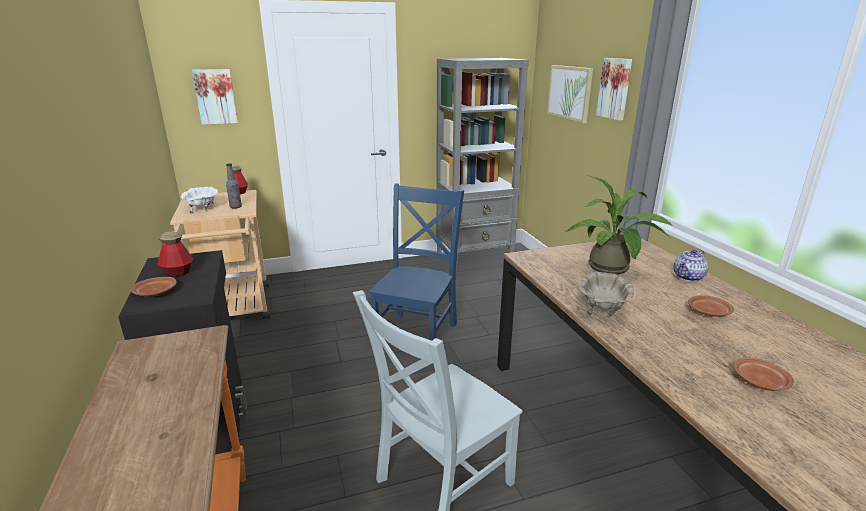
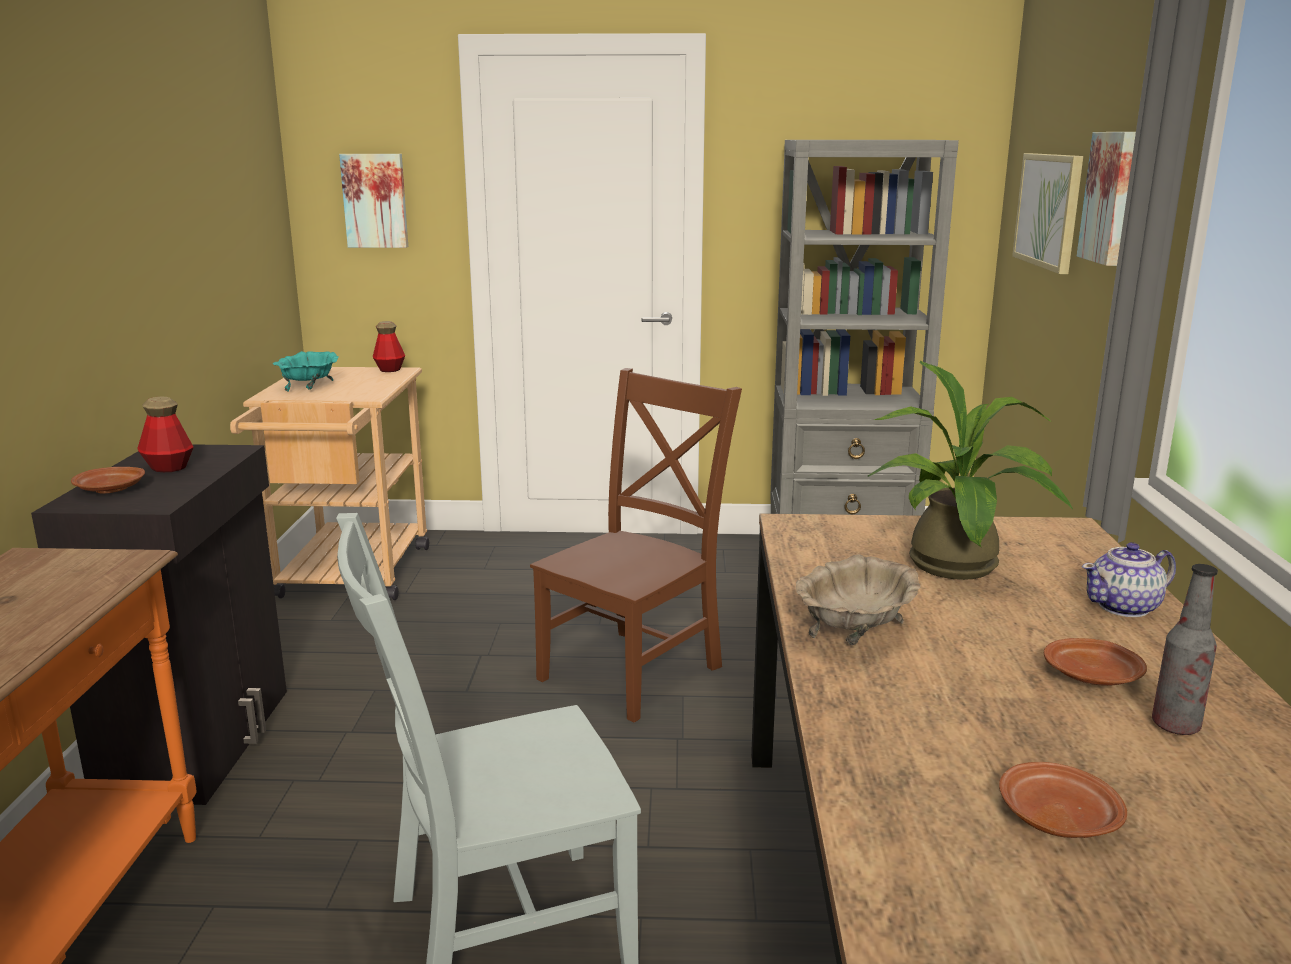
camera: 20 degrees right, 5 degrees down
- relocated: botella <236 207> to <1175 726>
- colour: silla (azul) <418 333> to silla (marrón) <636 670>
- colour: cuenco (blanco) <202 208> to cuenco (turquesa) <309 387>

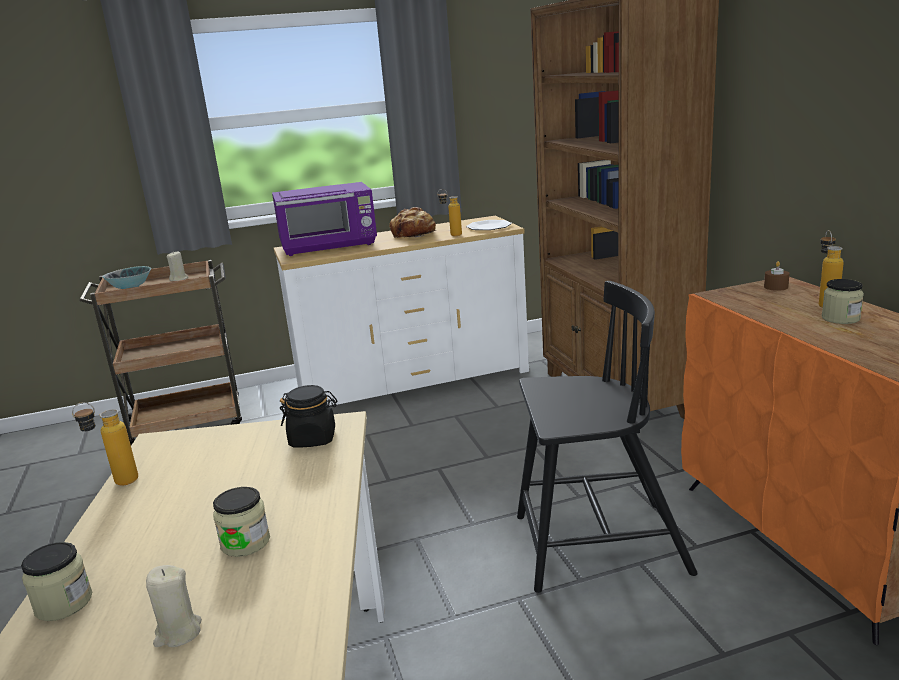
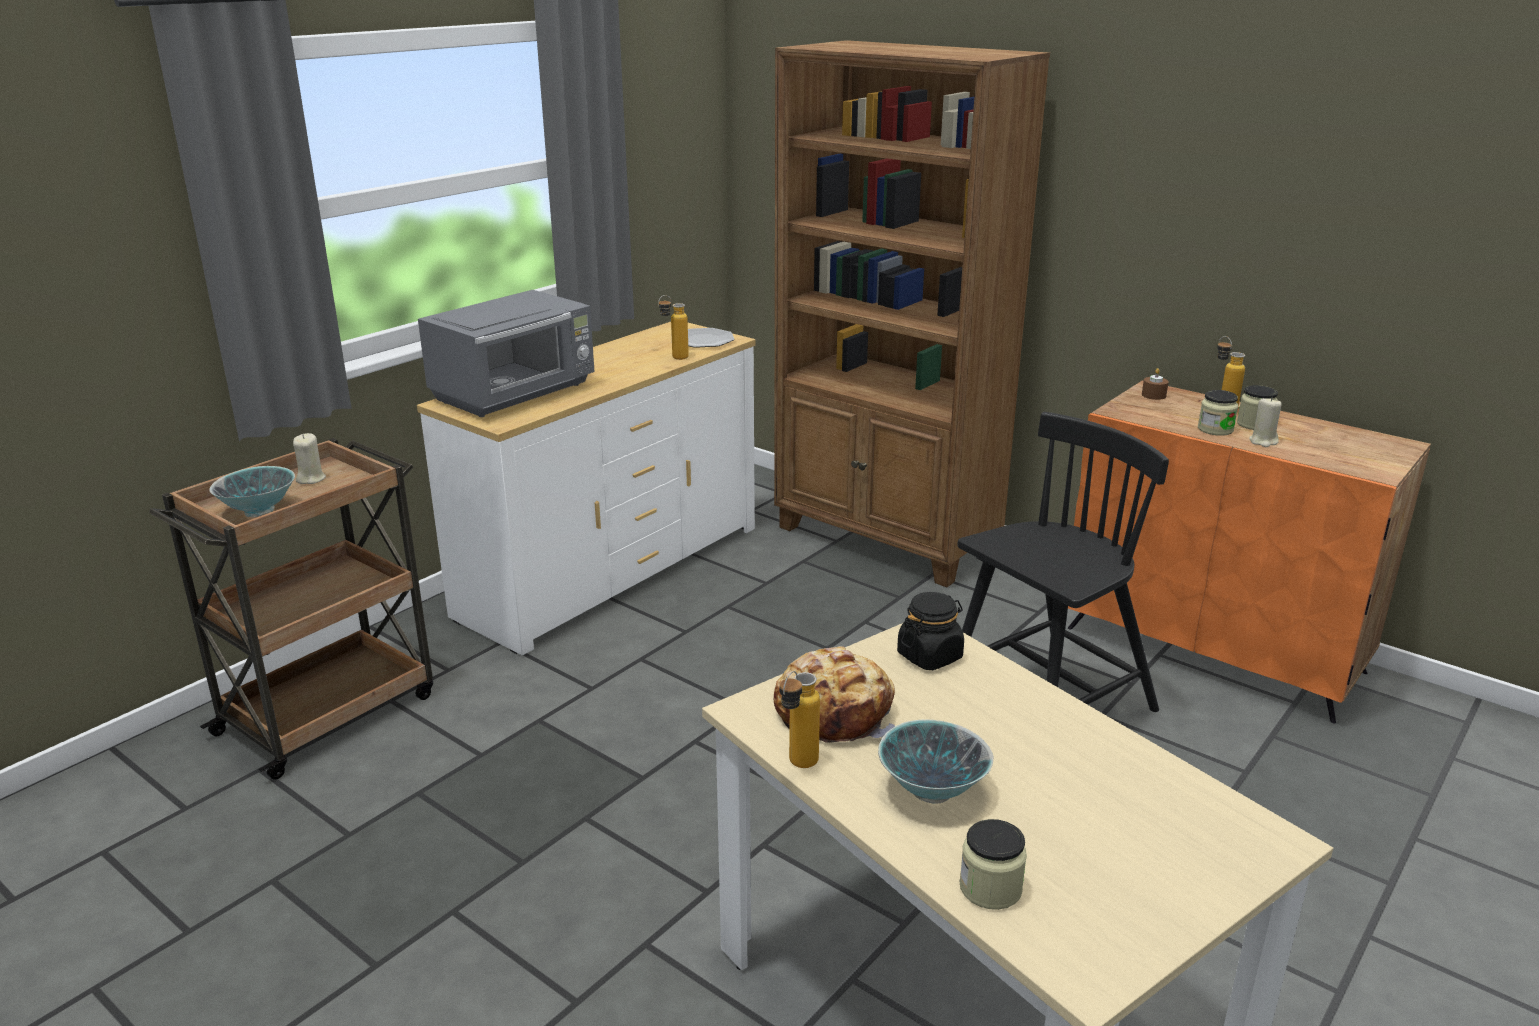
camera: 35 degrees left, 5 degrees up
- colour: microondas (morado) <329 246> to microondas (gris) <516 393>
- relocated: pan <414 234> to <835 712>
- relocated: tarro <245 542> to <1215 429>
- relocated: vela (beis) <178 632> to <1263 441>
- appeared: cuenco <931 792>

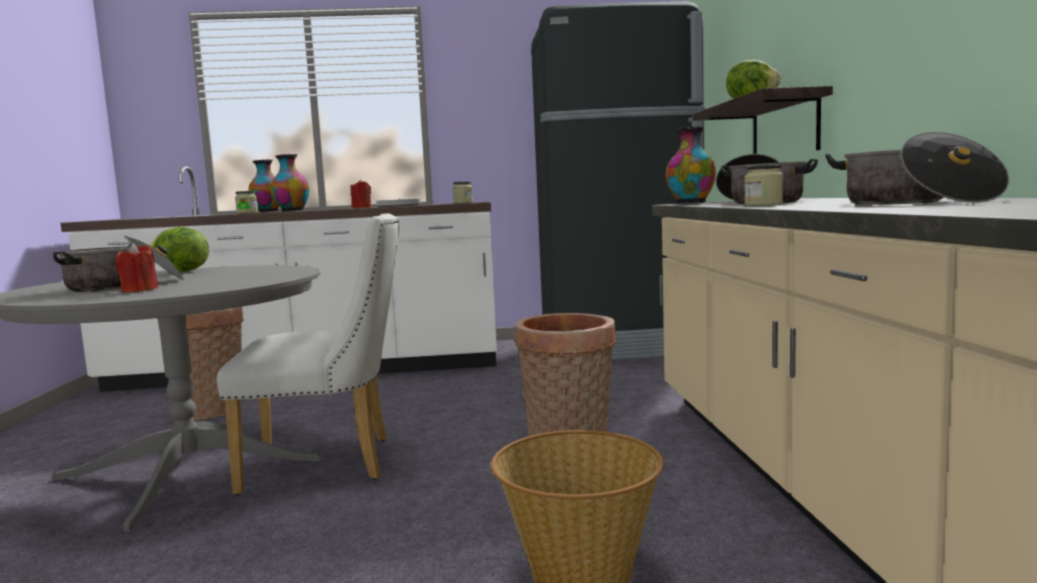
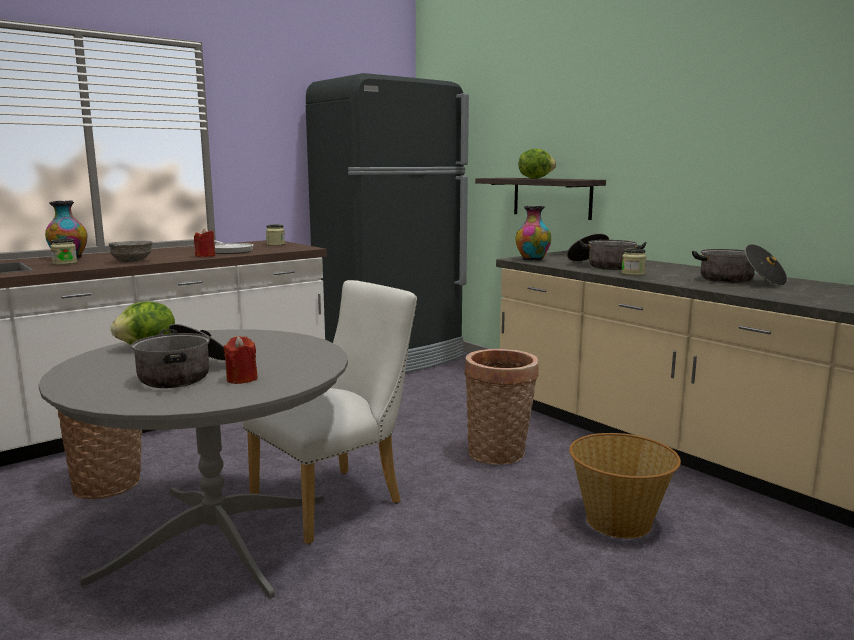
camera: 35 degrees left, 5 degrees up
- exchanged: florero <292 211> to cuenco (gris) <132 261>

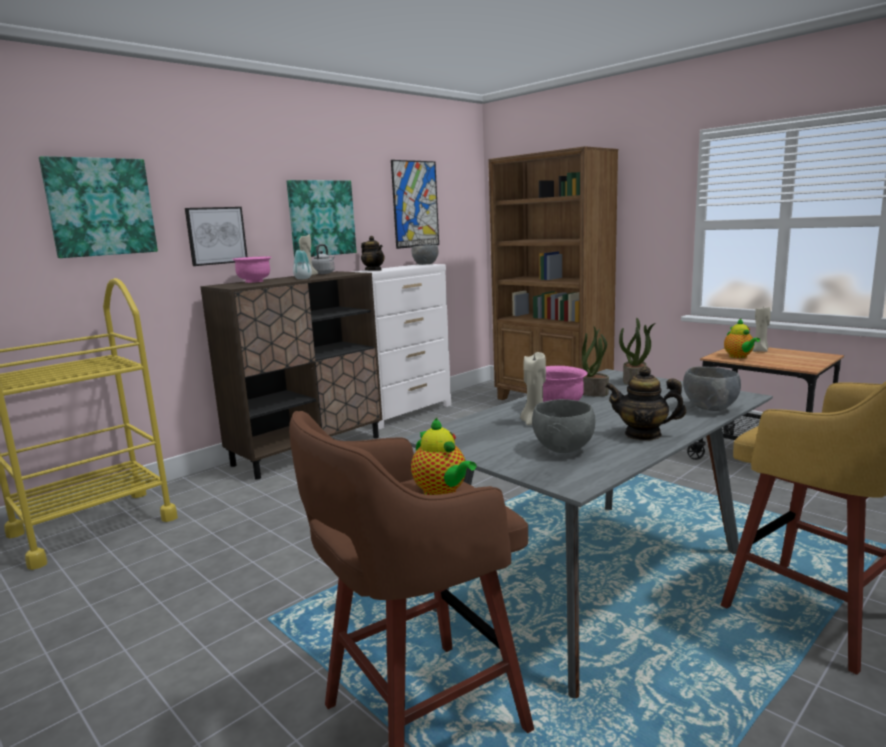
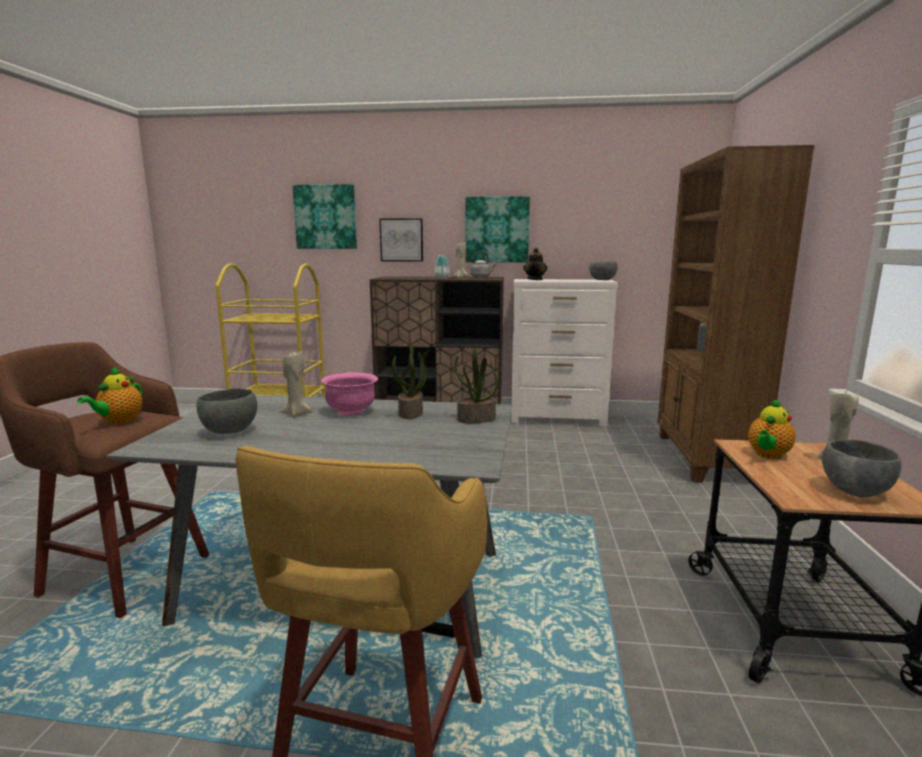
camera: 50 degrees right, 0 degrees up
- missing: cuadro <415 204>
- missing: cuenco (rosa) <254 281>
- missing: tetera <643 434>
- relocated: cuenco (gris) <709 408> to <854 491>

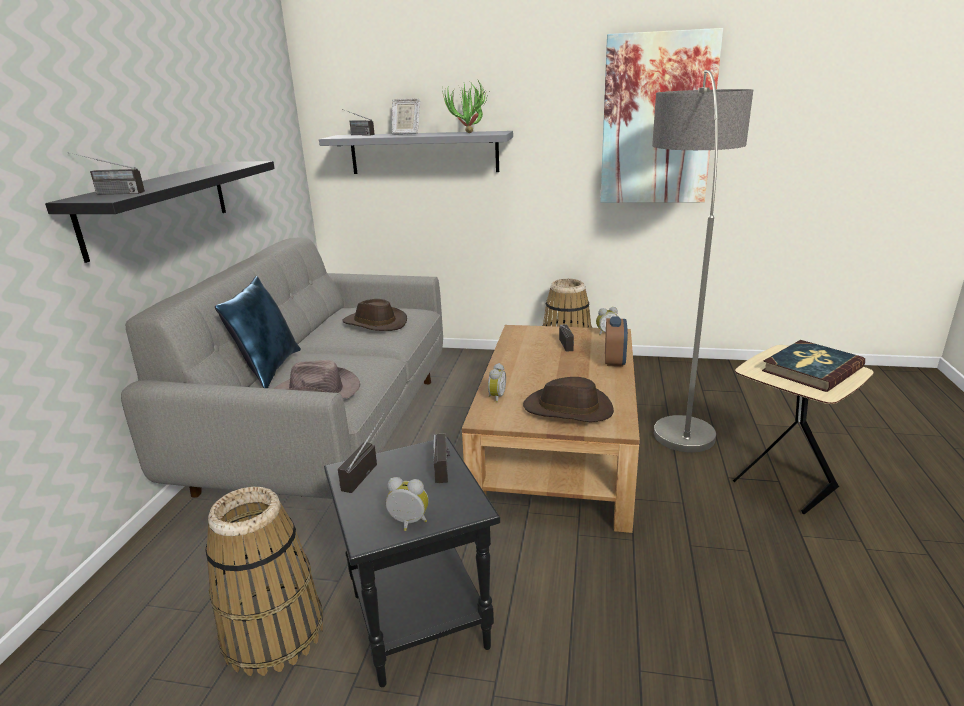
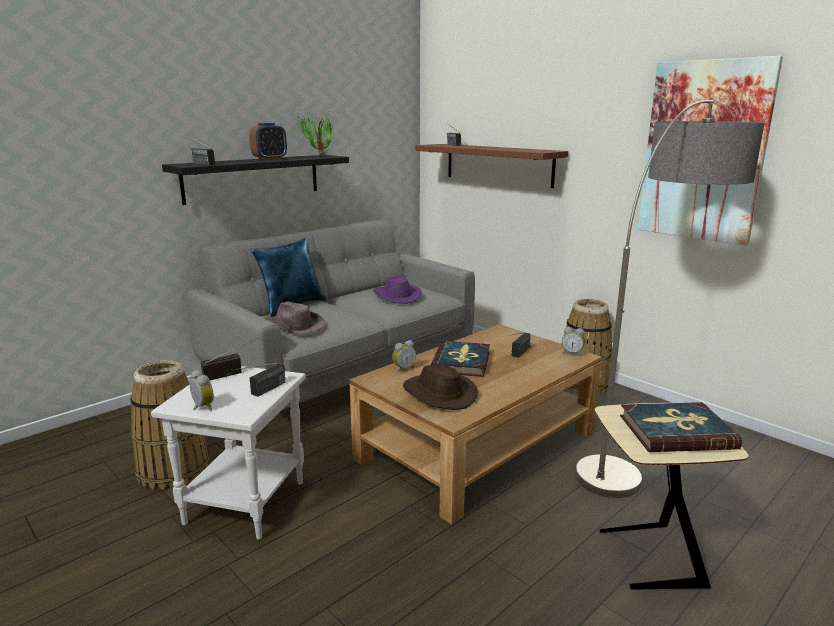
camera: 35 degrees right, 5 degrees down
- relocated: planta en maceta <469 133> to <318 156>
- missing: portarretratos <406 134>
- colour: estante (gris) <423 153> to estante (marrón) <498 164>
- colour: sombrero (marrón) <374 323> to sombrero (morado) <396 296>
- relocated: despertador <614 361> to <269 159>
- colour: mesa auxiliar (negro) <416 620> to mesa auxiliar (blanco) <244 501>
- appeared: libro <461 362>

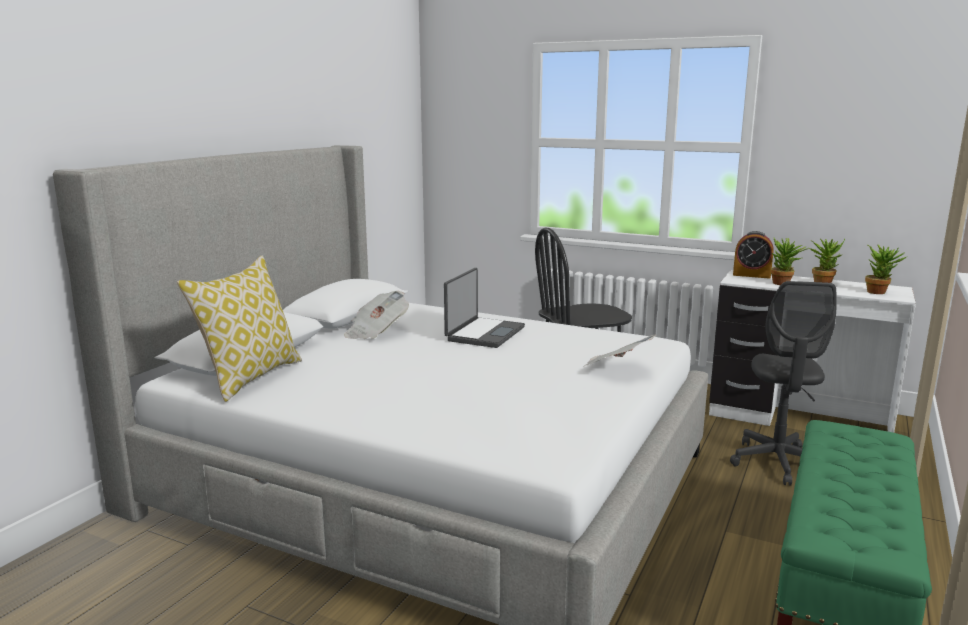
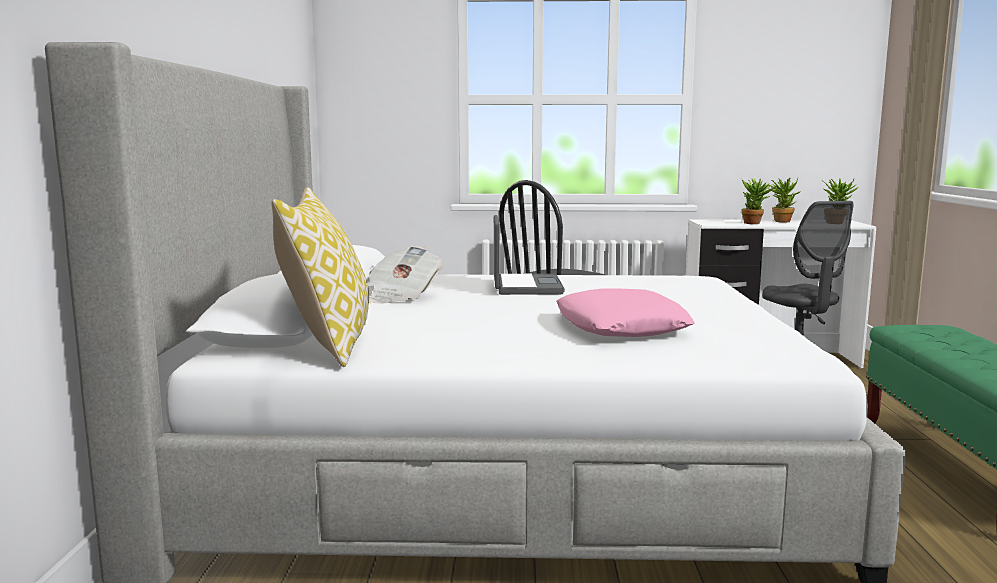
camera: 25 degrees left, 5 degrees down
- missing: despertador <751 275>
- missing: periódico <616 369>
- appeared: cojín (rosa) <620 327>

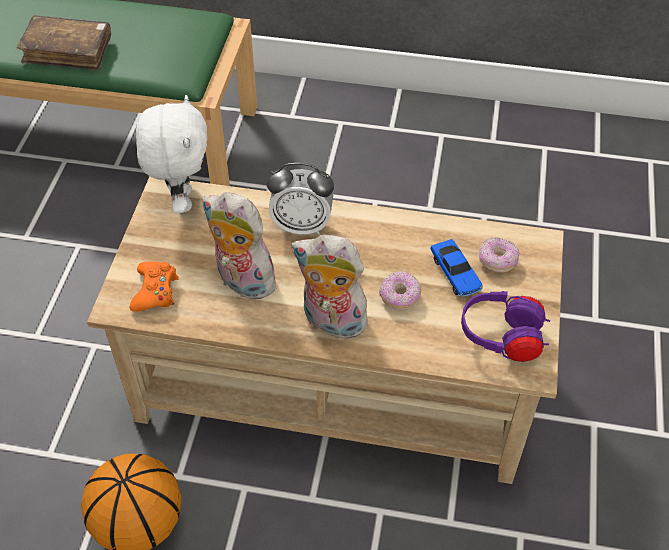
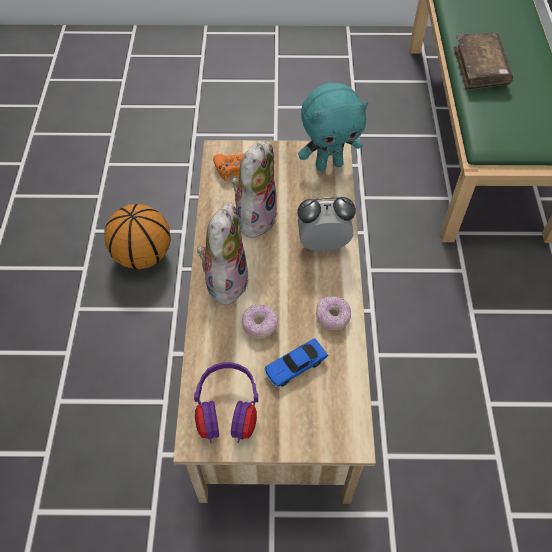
camera: 80 degrees right, 5 degrees up
- colour: peluche (blanco) <181 200> to peluche (turquesa) <329 164>
- spun: despertador <302 225> = <323 244> 90 degrees clockwise
- relocated: rosquilla <497 261> to <332 317>

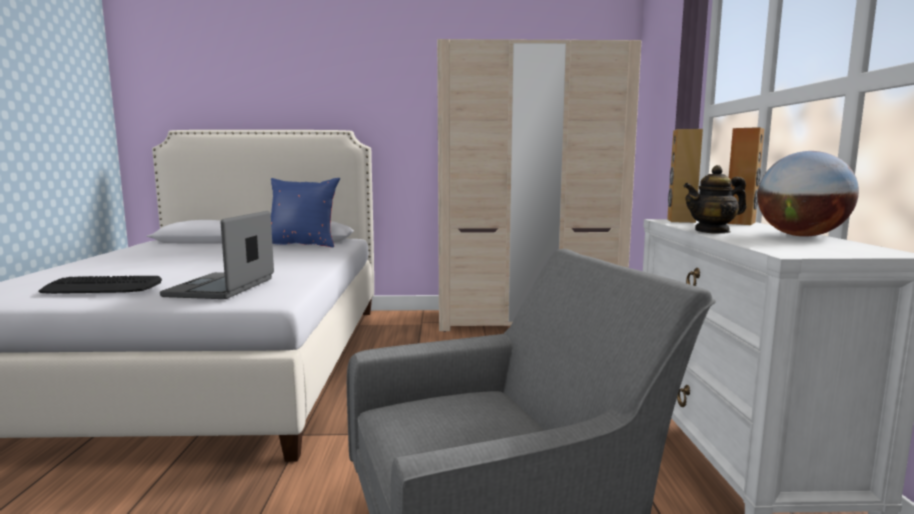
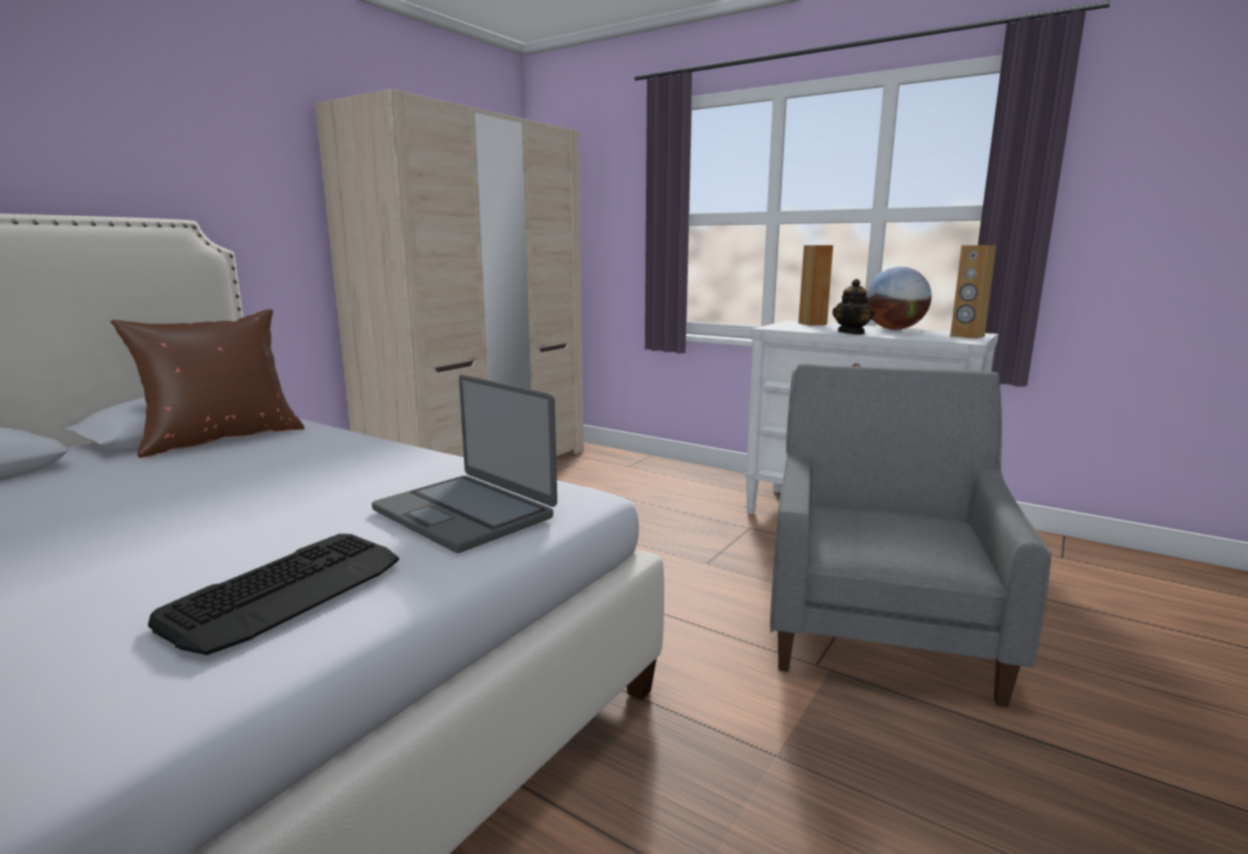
camera: 55 degrees left, 5 degrees up
- relocated: altavoz (marrón) <680 221> to <967 336>
- colour: cojín (azul) <302 244> to cojín (marrón) <222 438>

